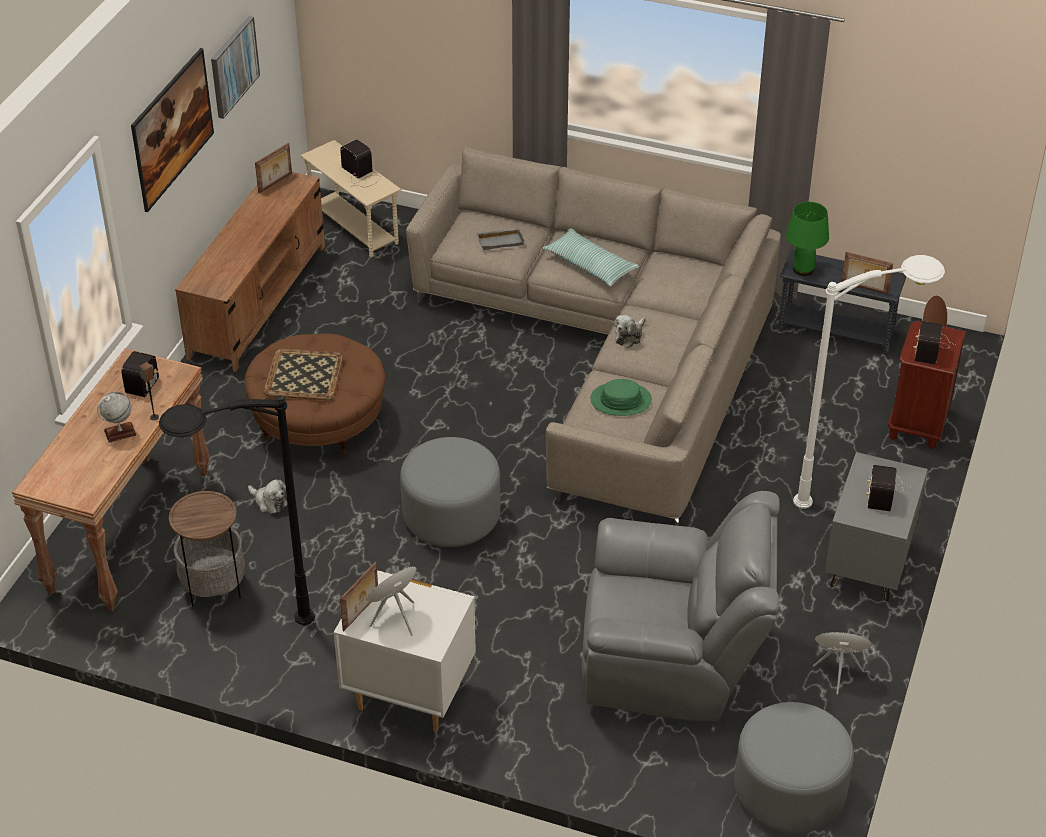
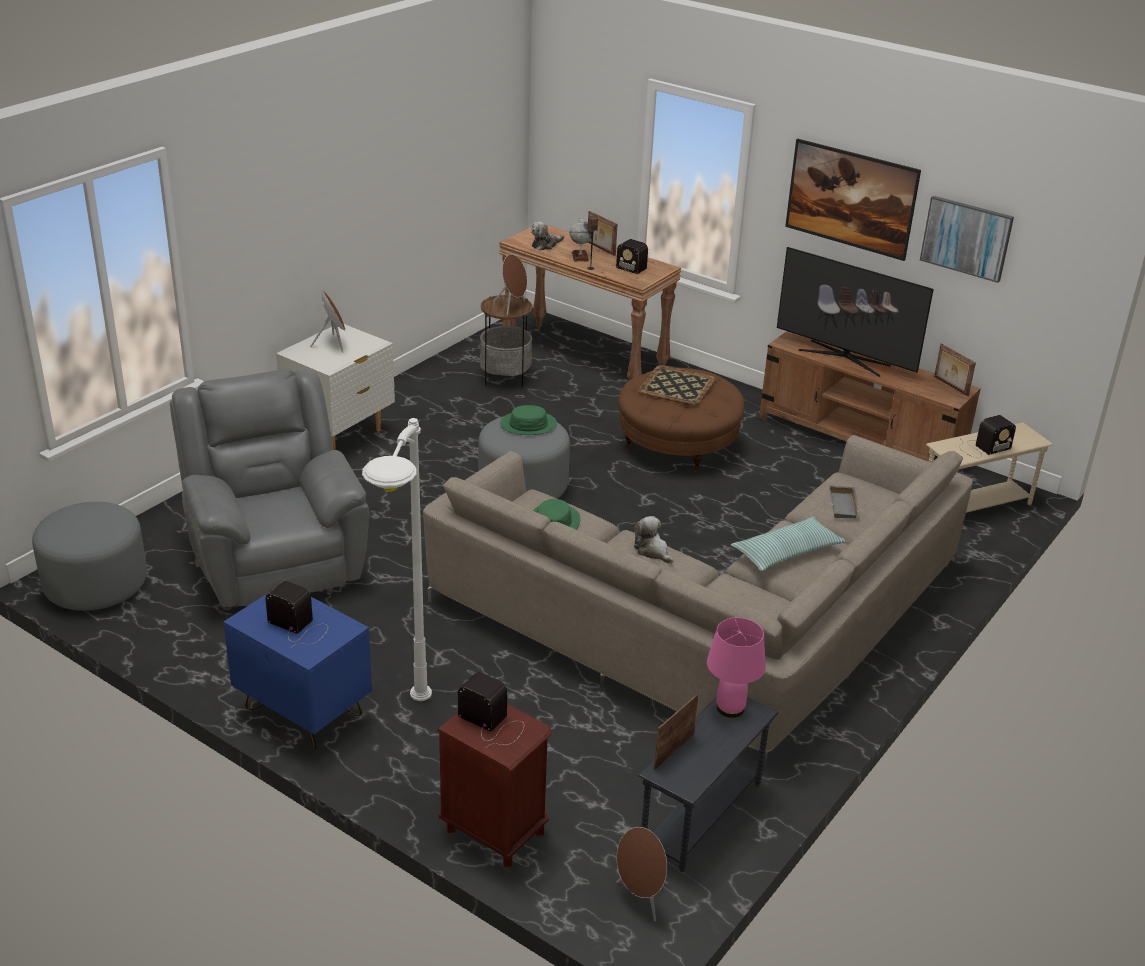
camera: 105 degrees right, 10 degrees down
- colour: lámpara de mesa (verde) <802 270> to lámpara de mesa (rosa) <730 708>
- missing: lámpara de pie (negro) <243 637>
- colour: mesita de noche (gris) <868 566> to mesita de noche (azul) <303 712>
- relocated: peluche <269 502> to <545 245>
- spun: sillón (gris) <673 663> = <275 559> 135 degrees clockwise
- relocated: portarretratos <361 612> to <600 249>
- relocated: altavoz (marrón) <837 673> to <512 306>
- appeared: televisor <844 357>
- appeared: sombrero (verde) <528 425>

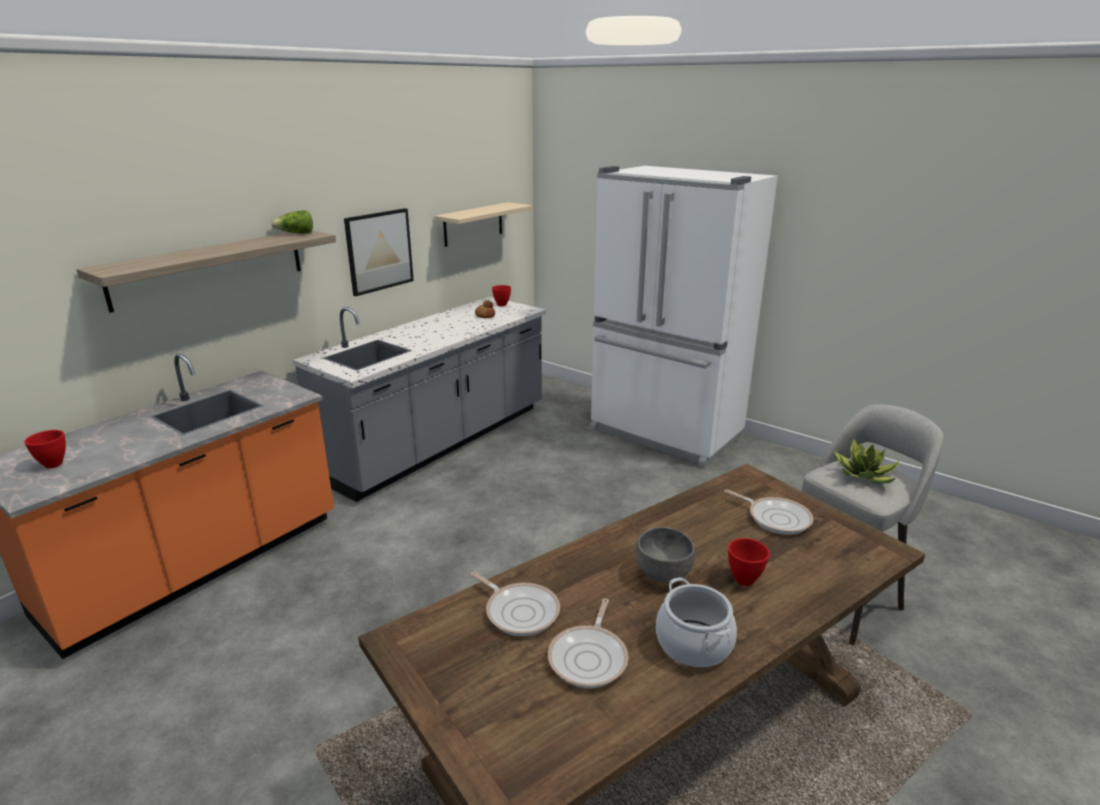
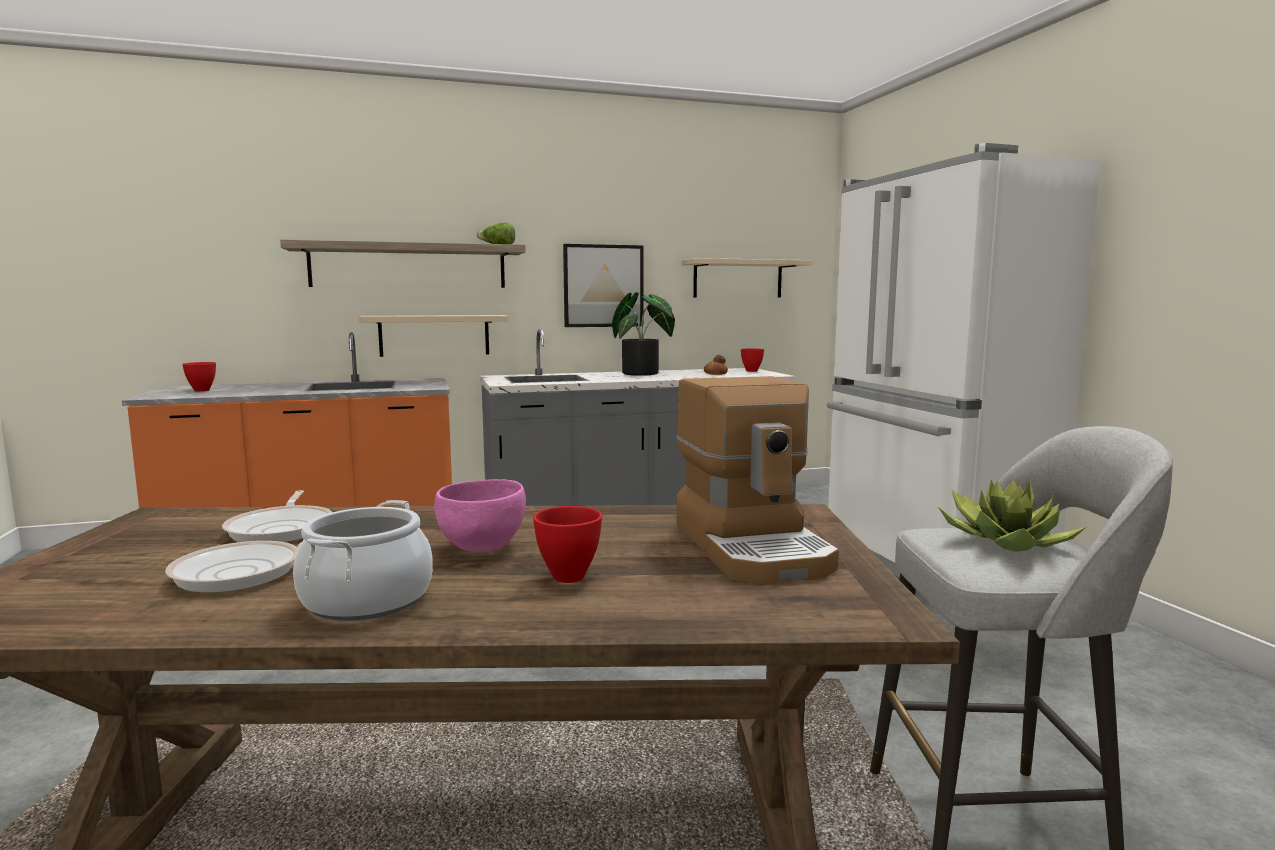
camera: 35 degrees right, 15 degrees down
- exchanged: sartén <776 518> to cafetera <754 547>
- colour: cuenco (gris) <662 574> to cuenco (rosa) <482 547>
- appeared: planta en maceta <645 373>
- appeared: estante (beis) <434 335>

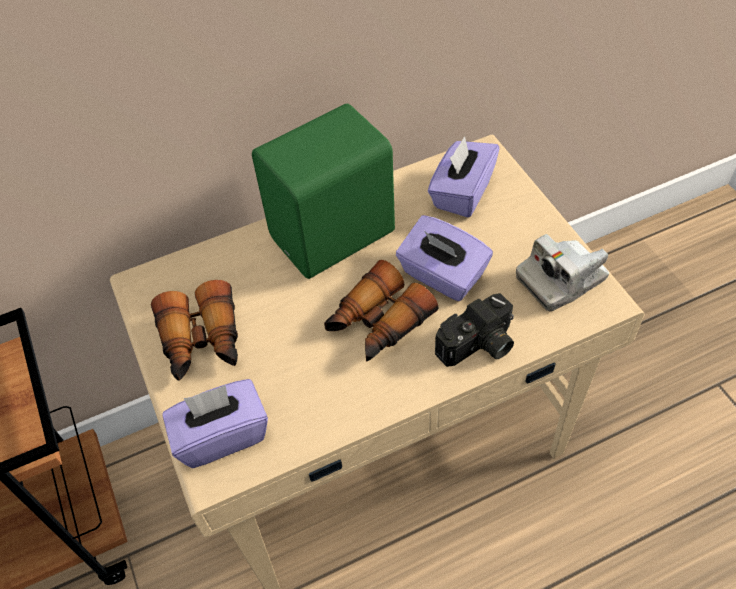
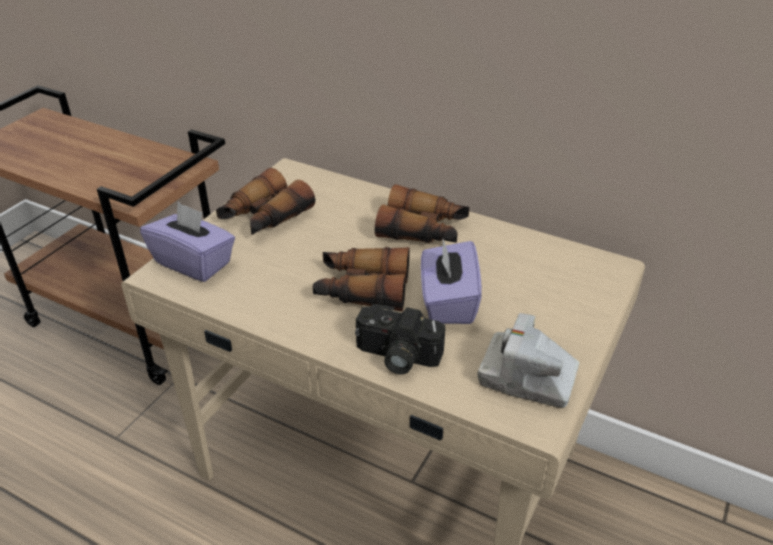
camera: 50 degrees right, 15 degrees down
- exchanged: altavoz (verde) <336 236> to prismáticos <423 230>
- missing: caja de pañuelos (morado) <461 193>

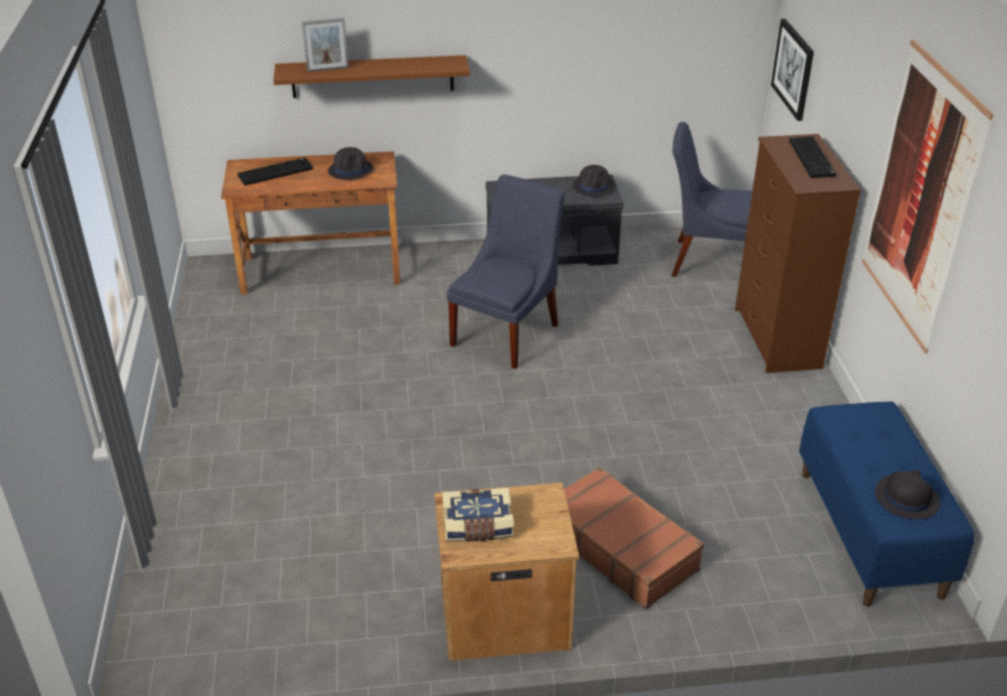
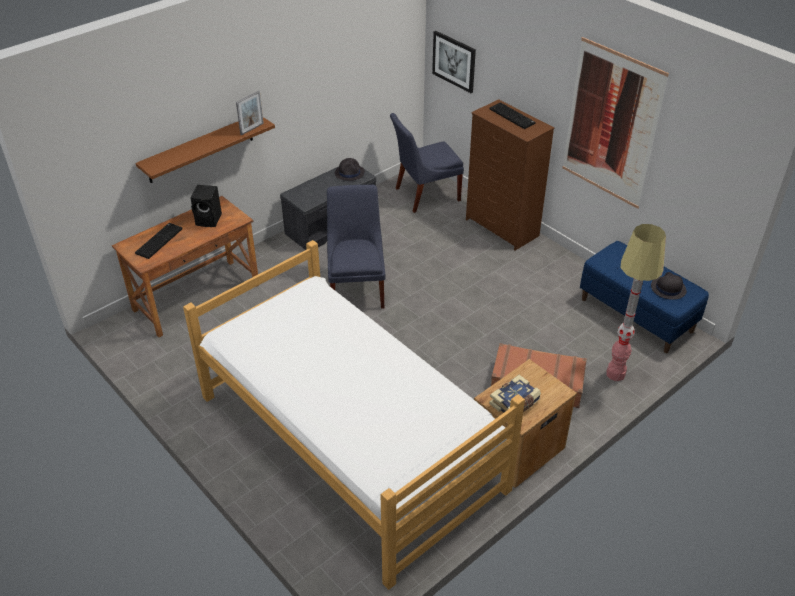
camera: 35 degrees left, 5 degrees up
- relocated: portarretratos <327 69> to <252 129>
- exchanged: sombrero (negro) <351 170> to altavoz (negro) <209 220>
- appeared: lámpara de pie <615 374>
- appeared: cama <349 442>

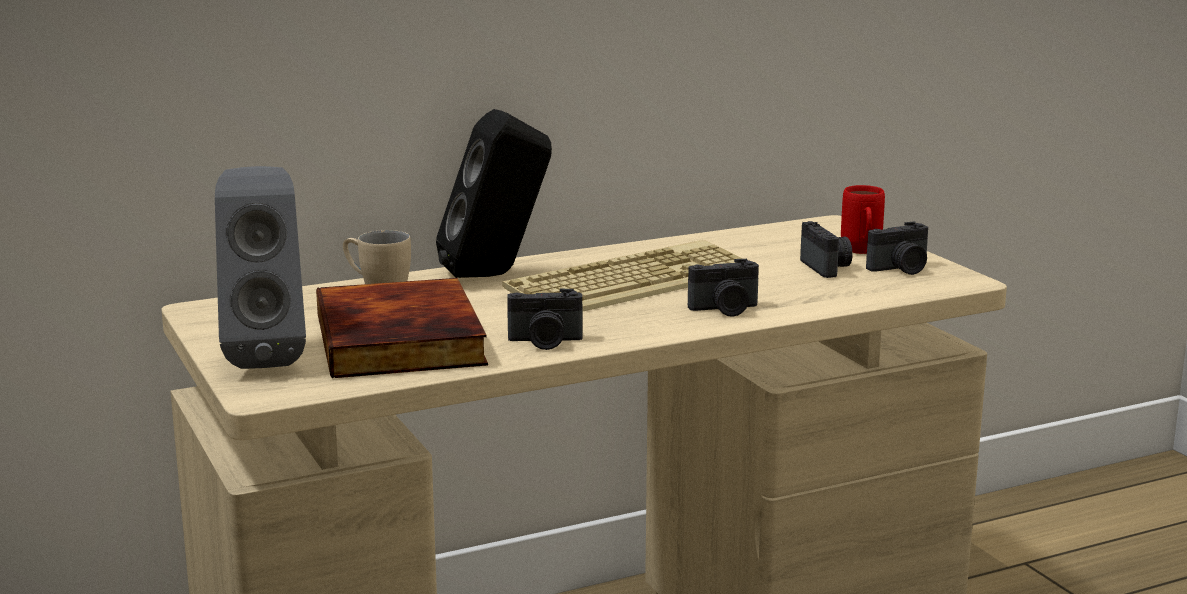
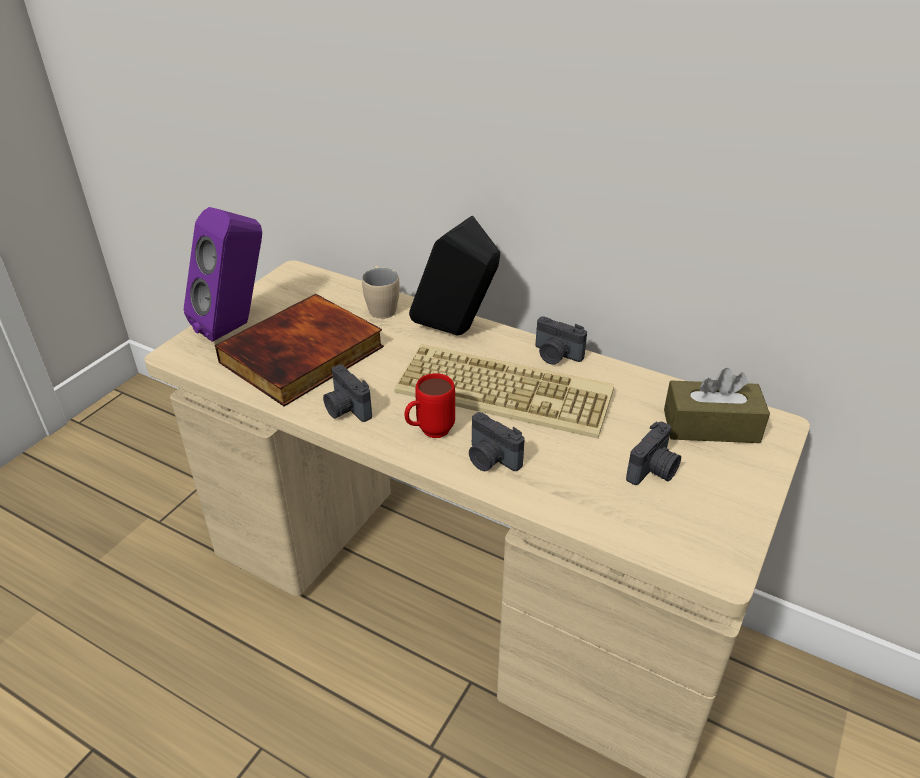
camera: 55 degrees right, 20 degrees up
- colour: altavoz (gris) <266 356> to altavoz (morado) <237 326>
- relocated: taza grande (rojo) <861 252> to <429 432>
- relocated: cámara <901 269> to <556 355>
- appeared: caja de pañuelos (marrón) <711 426>

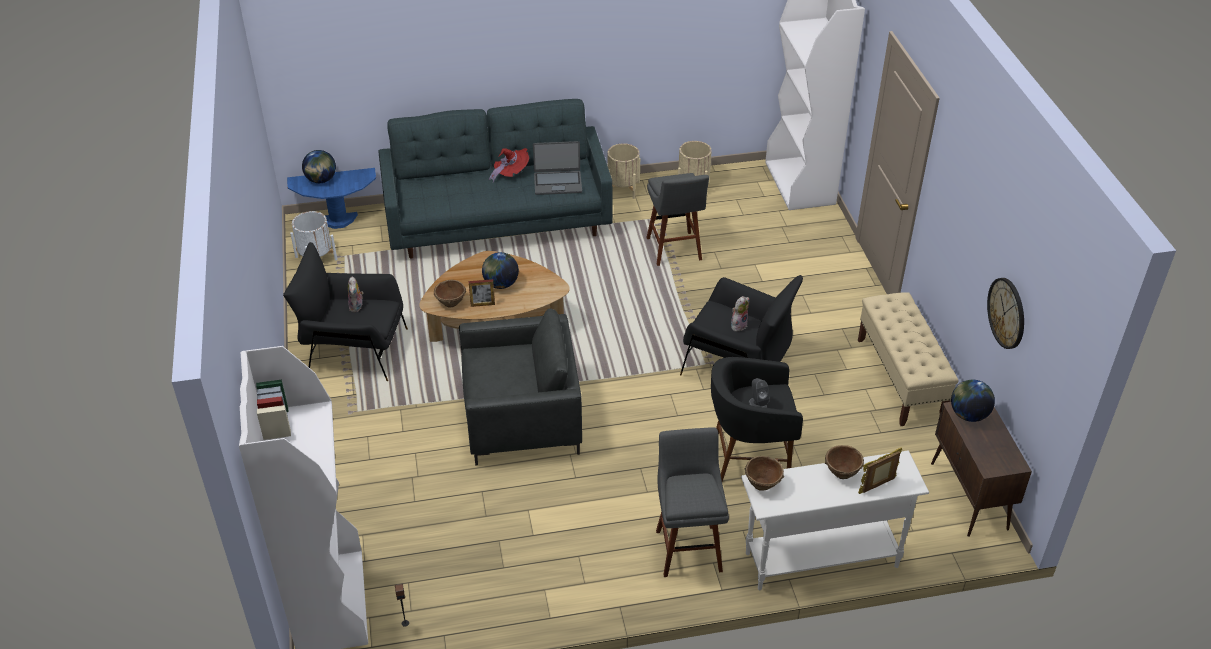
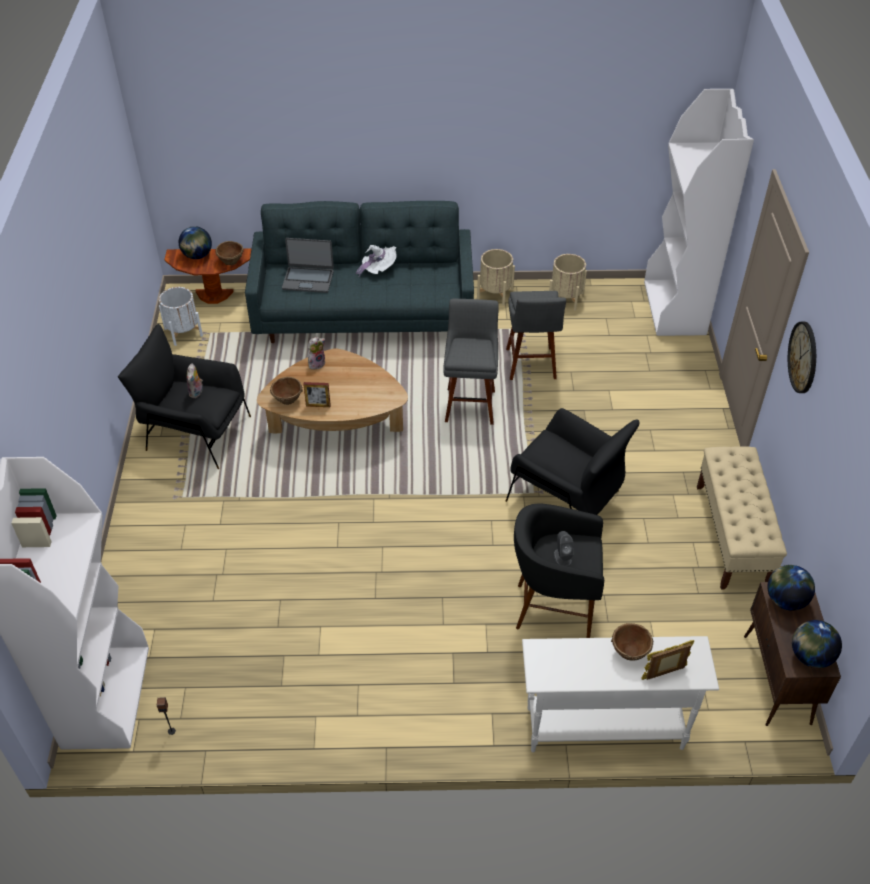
camera: 10 degrees right, 5 degrees up
- relocated: portátil <557 183> to <308 280>
- colour: sombrero (rojo) <510 172> to sombrero (blanco) <378 268>
- colour: mesa auxiliar (azul) <338 220> to mesa auxiliar (marrón) <213 295>
- relocated: globo terráqueo <500 284> to <810 656>
- relocated: reloj de pared <1007 313> to <803 357>
- relocated: peluche <738 325> to <317 363>
- missing: sillón (gris) <522 418>
- relocated: taburete (gris) <688 547> to <470 403>
- relocated: cuenco (marrón) <763 483> to <231 261>

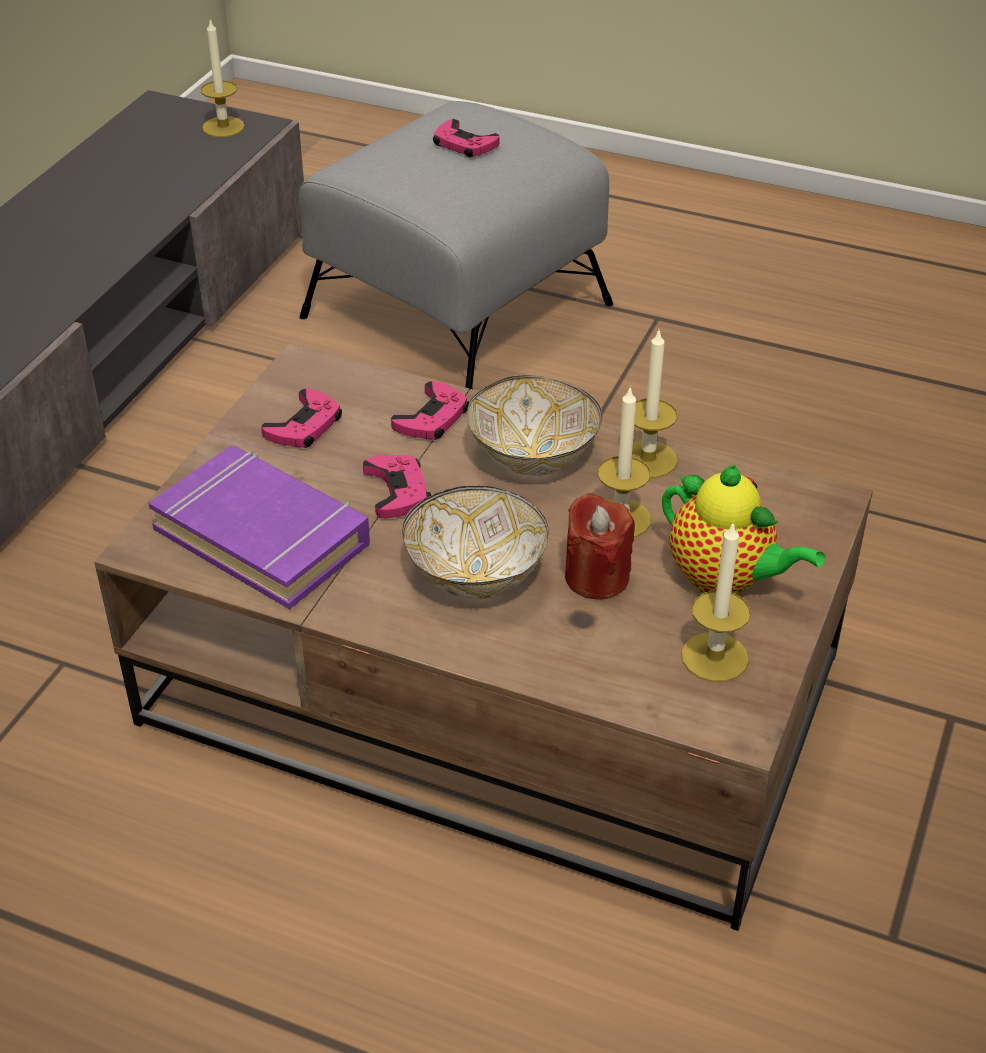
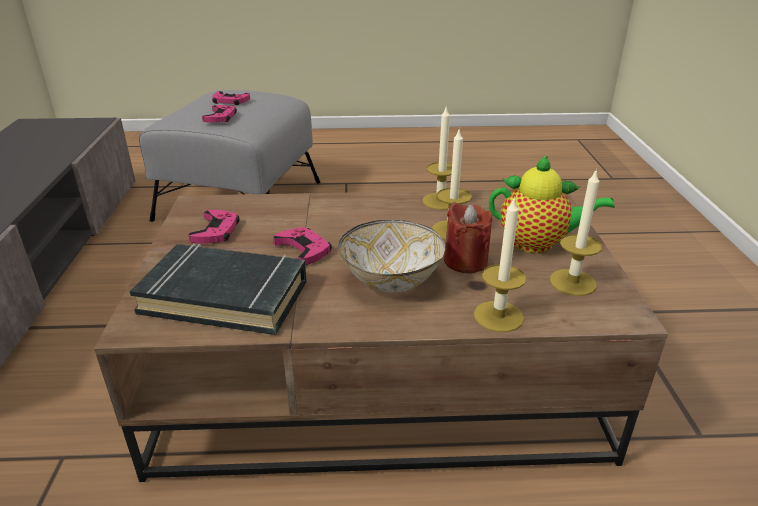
camera: 25 degrees left, 10 degrees down
- relocated: vela <223 127> to <498 316>
- missing: cuenco <534 458>
- relocated: mando de consola (rosa) <432 418> to <221 117>
- colour: libro (morado) <263 536> to libro (negro) <225 296>

